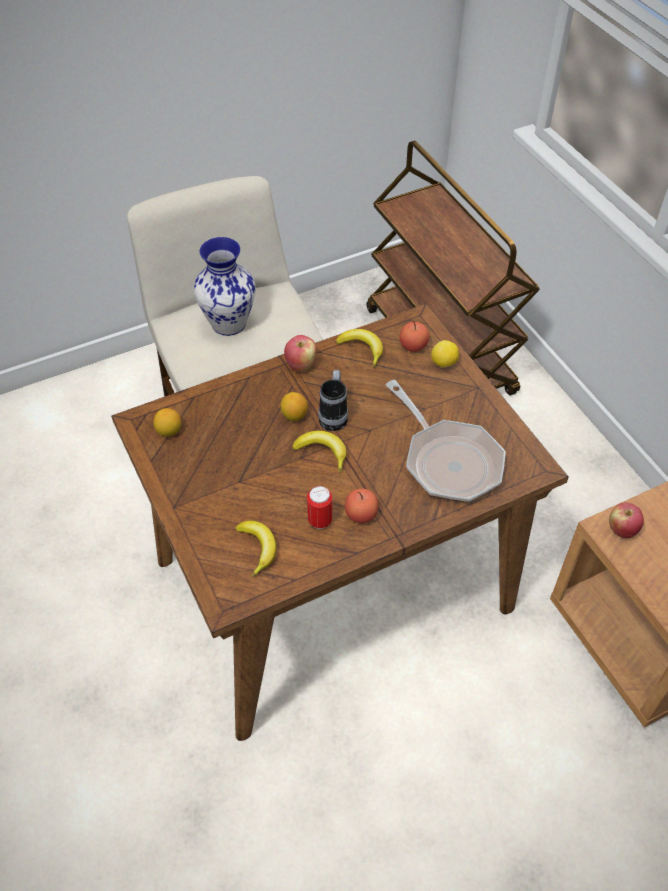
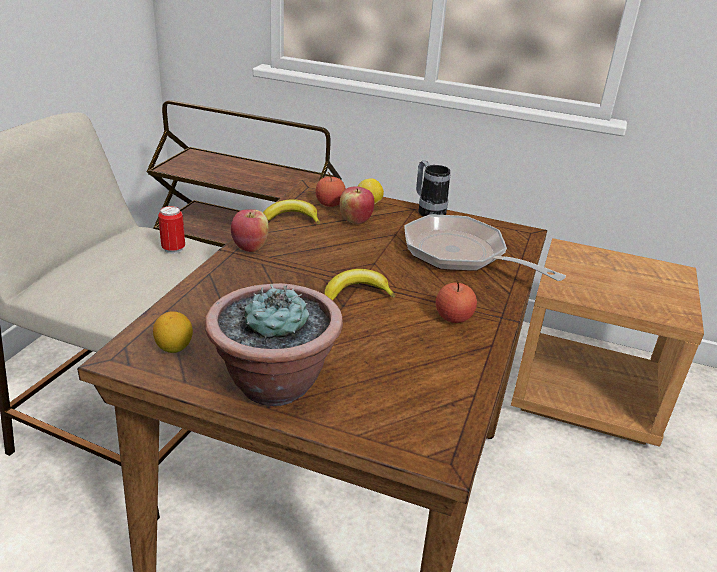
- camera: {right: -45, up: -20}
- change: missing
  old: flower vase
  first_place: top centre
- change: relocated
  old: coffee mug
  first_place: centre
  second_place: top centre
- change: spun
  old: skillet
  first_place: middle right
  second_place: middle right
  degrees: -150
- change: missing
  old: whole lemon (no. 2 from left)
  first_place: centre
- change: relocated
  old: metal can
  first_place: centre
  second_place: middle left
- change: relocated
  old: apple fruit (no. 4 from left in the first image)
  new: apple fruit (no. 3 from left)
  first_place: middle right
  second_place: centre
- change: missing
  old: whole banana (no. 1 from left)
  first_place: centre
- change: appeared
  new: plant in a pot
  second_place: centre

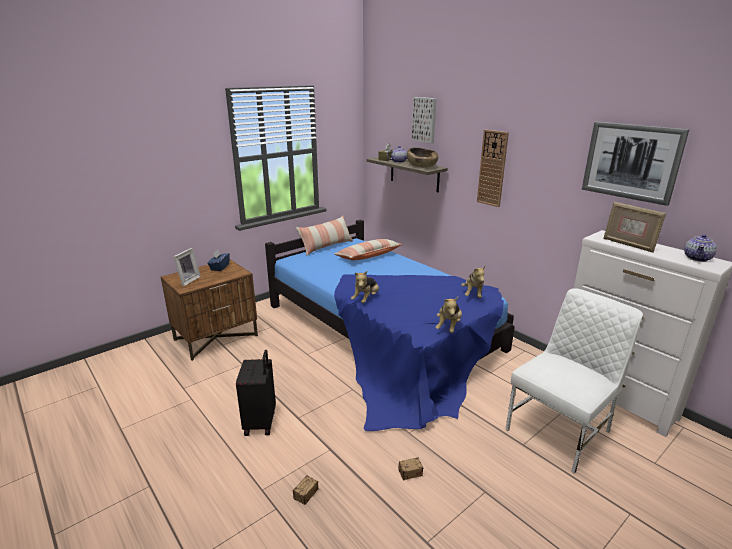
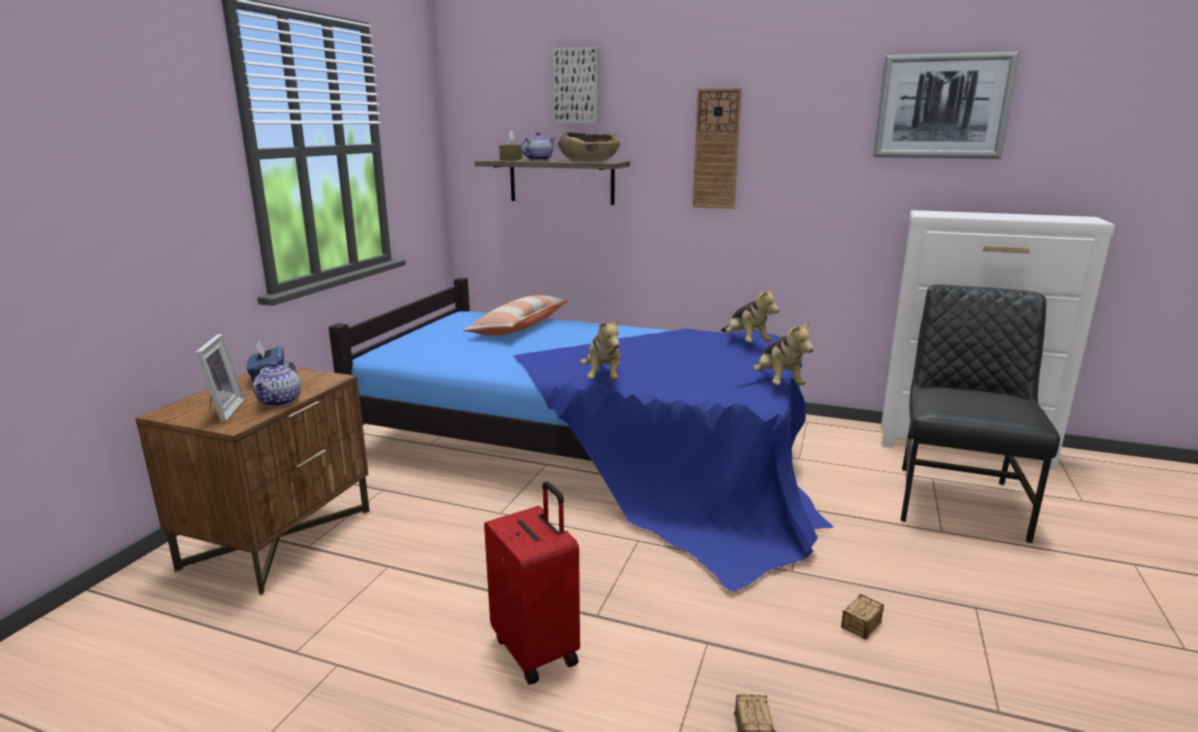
- camera: {right: -30, up: -5}
- change: missing
  old: standing frame (no. 2 from left)
  first_place: middle right
- change: missing
  old: cushion (no. 1 from left)
  first_place: centre
- change: relocated
  old: tea pot (no. 2 from left in the first image)
  new: tea pot (no. 1 from left)
  first_place: middle right
  second_place: middle left
- change: colour
  old: white plain chair
  new: black-coloured plain chair
  first_place: bottom right
  second_place: middle right
- change: colour
  old: black-coloured travel case
  new: red-coloured travel case
  first_place: bottom centre
  second_place: bottom centre

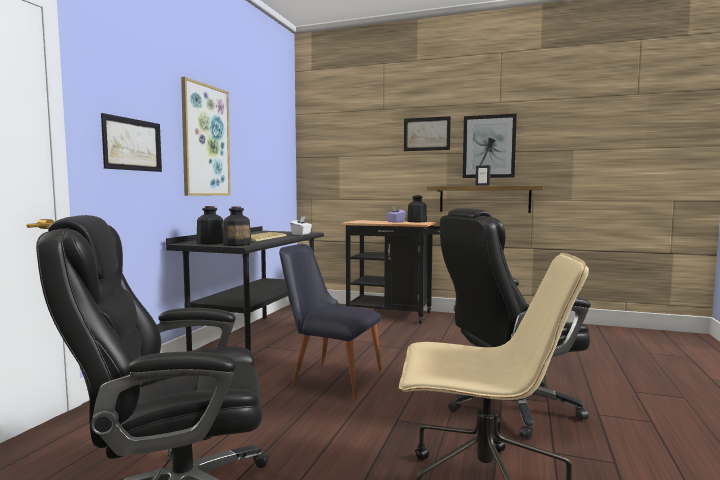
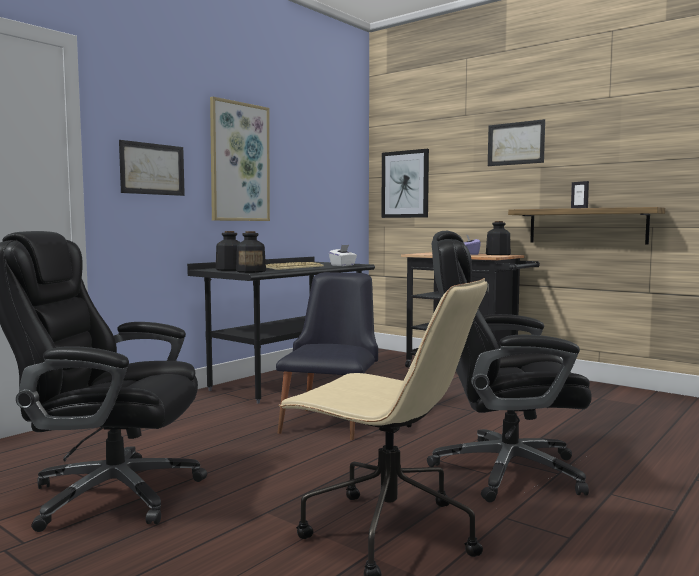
- camera: {right: 20, up: 0}
- change: relocated
  old: wall picture (no. 4 from left in the first image)
  new: wall picture (no. 3 from left)
  first_place: top right
  second_place: top centre
- change: spun
  old: black-coloured plain chair
  first_place: bottom centre
  second_place: centre
  degrees: 60

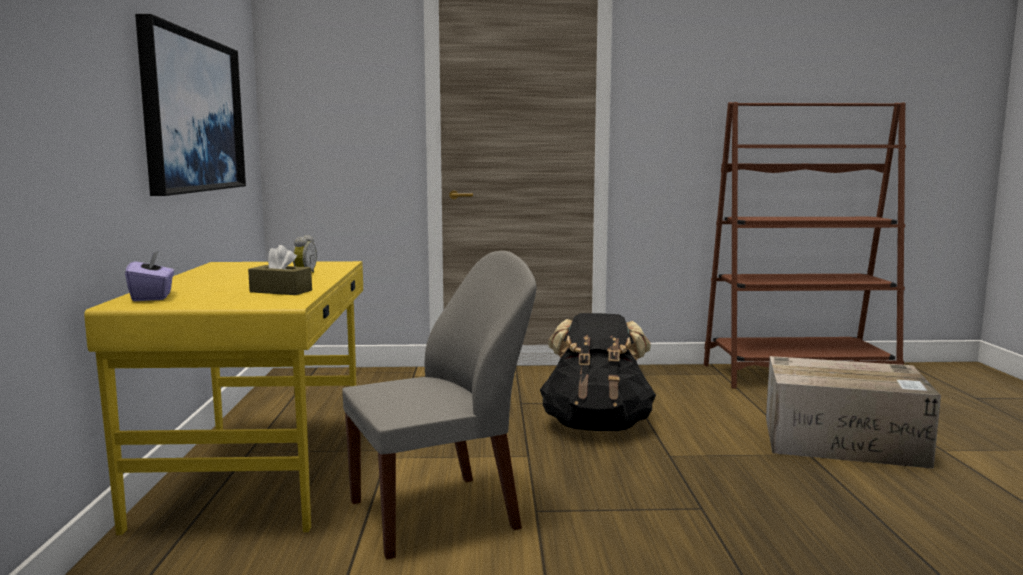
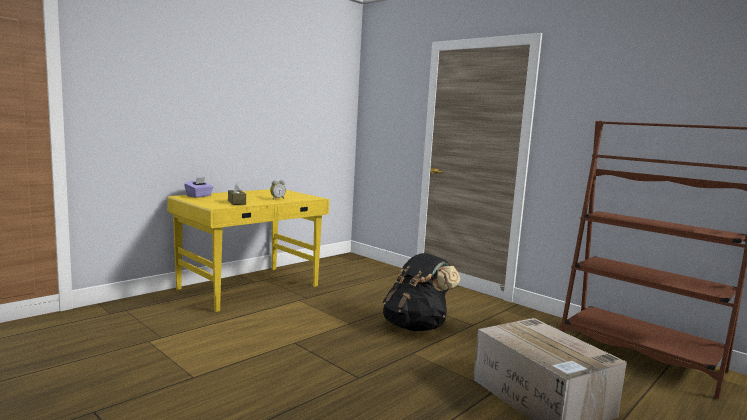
- camera: {right: 45, up: 0}
- change: missing
  old: wall picture
  first_place: top left
- change: missing
  old: greyish plain chair
  first_place: bottom centre

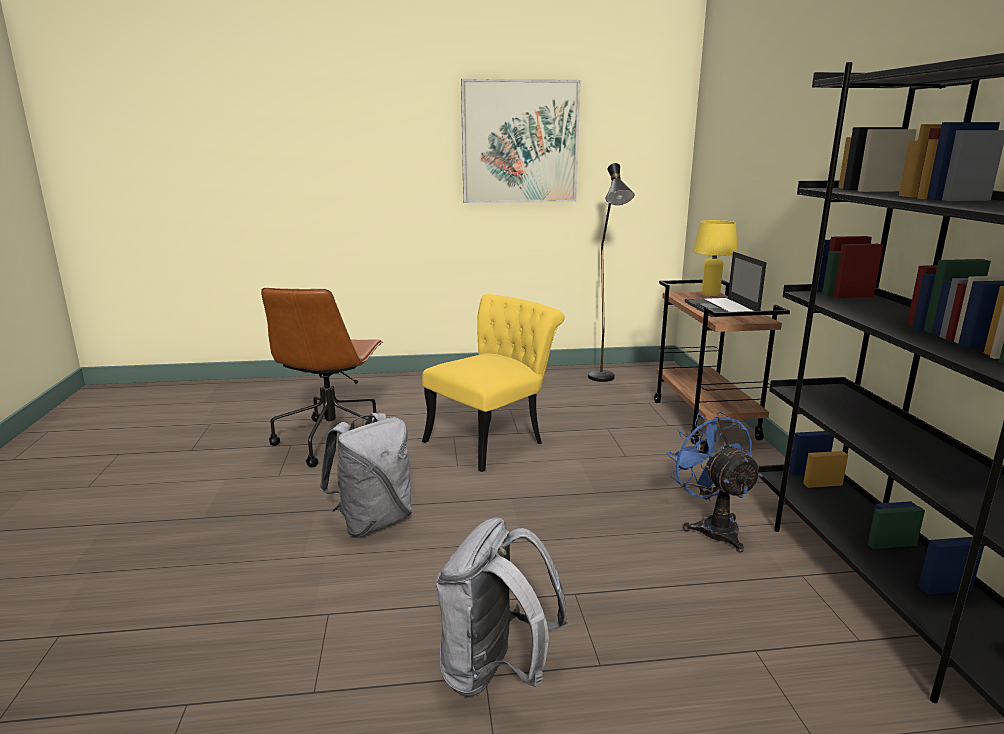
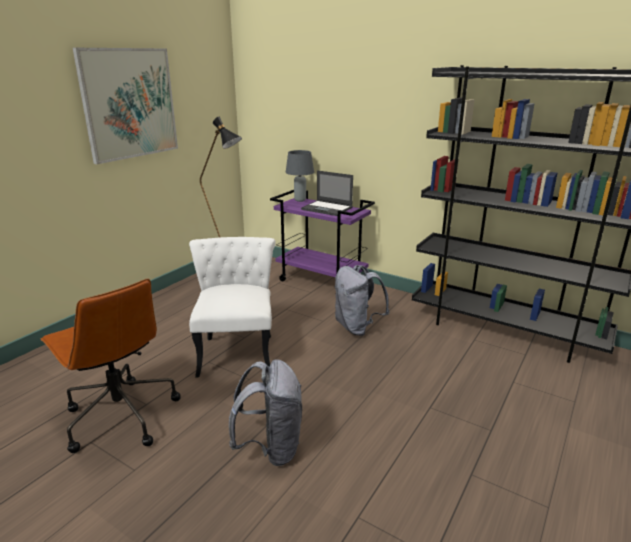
- camera: {right: -50, up: 5}
- change: colour
  old: yellow-coloured table lamp
  new: greyish table lamp
  first_place: middle right
  second_place: top centre
- change: colour
  old: brown-coloured trolley
  new: purple trolley
  first_place: middle right
  second_place: centre
- change: colour
  old: yellow-coloured plain chair
  new: white plain chair
  first_place: centre
  second_place: centre
- change: missing
  old: bluish electric fan
  first_place: middle right
- change: relocated
  old: greyish backpack (no. 2 from left)
  first_place: bottom centre
  second_place: centre

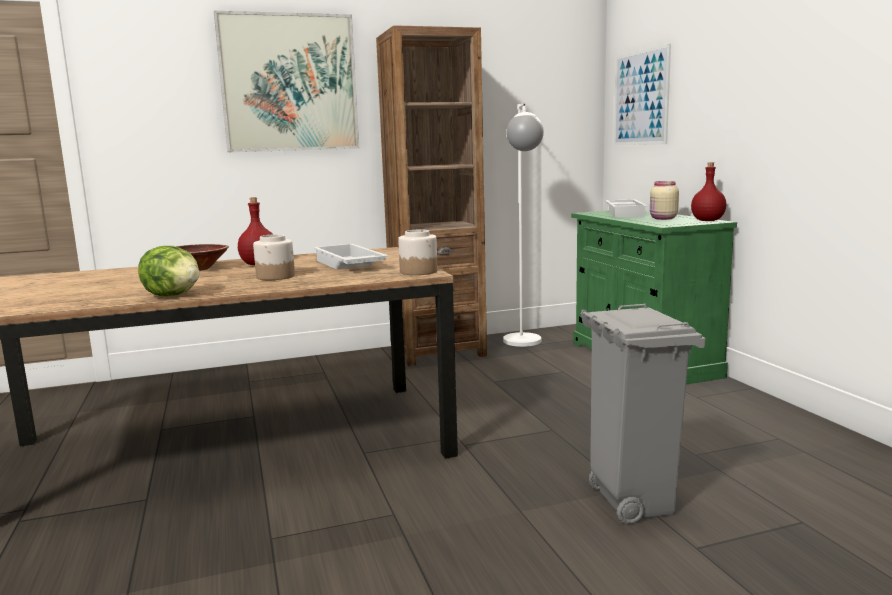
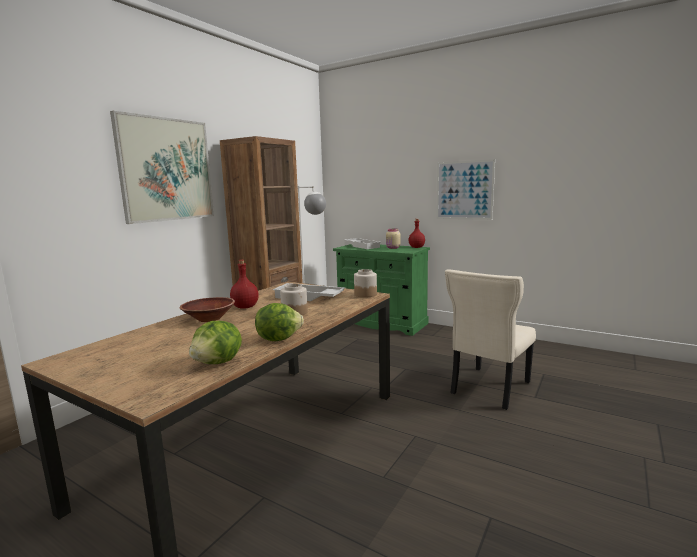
- camera: {right: -40, up: 0}
- change: relocated
  old: wall picture (no. 2 from left)
  first_place: top right
  second_place: middle right
- change: exchanged
  old: greyish waste bin
  new: sand-coloured plain chair
  first_place: bottom right
  second_place: middle right
- change: appeared
  new: lettuce head (no. 1 from left)
  second_place: middle left

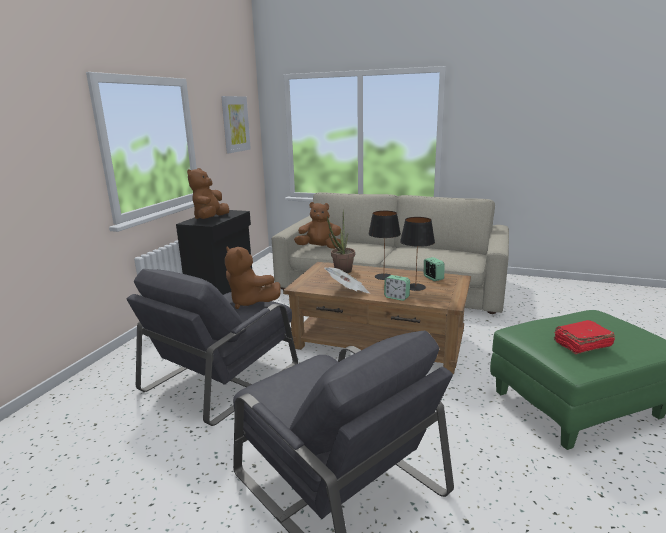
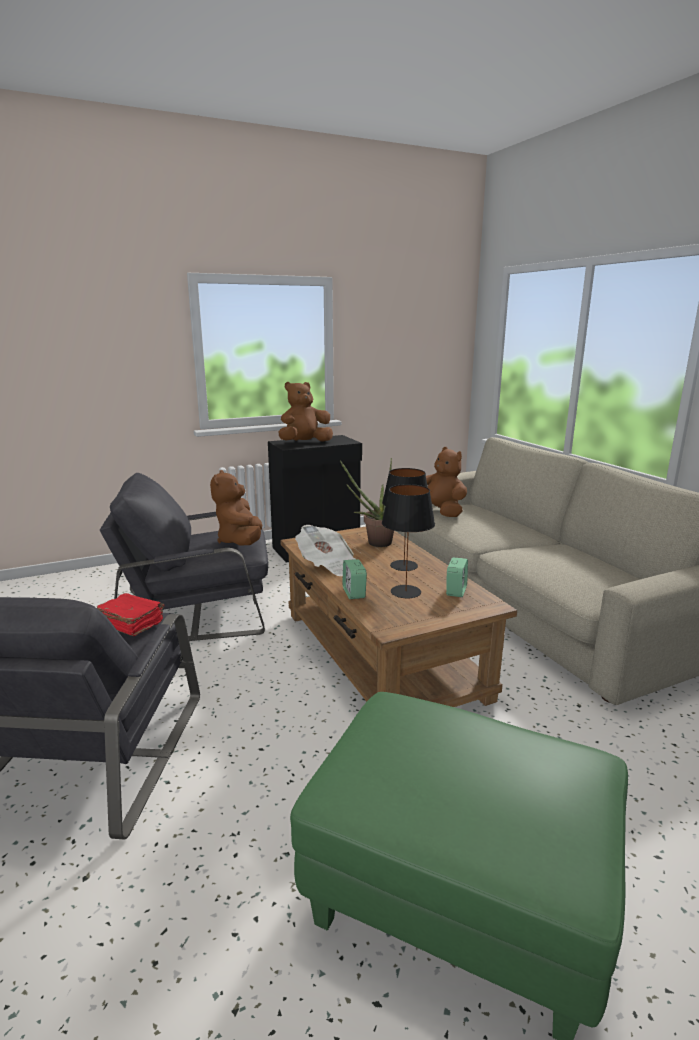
- camera: {right: 45, up: 0}
- change: missing
  old: wall picture
  first_place: top centre
- change: relocated
  old: red-coloured bound book
  first_place: middle right
  second_place: middle left

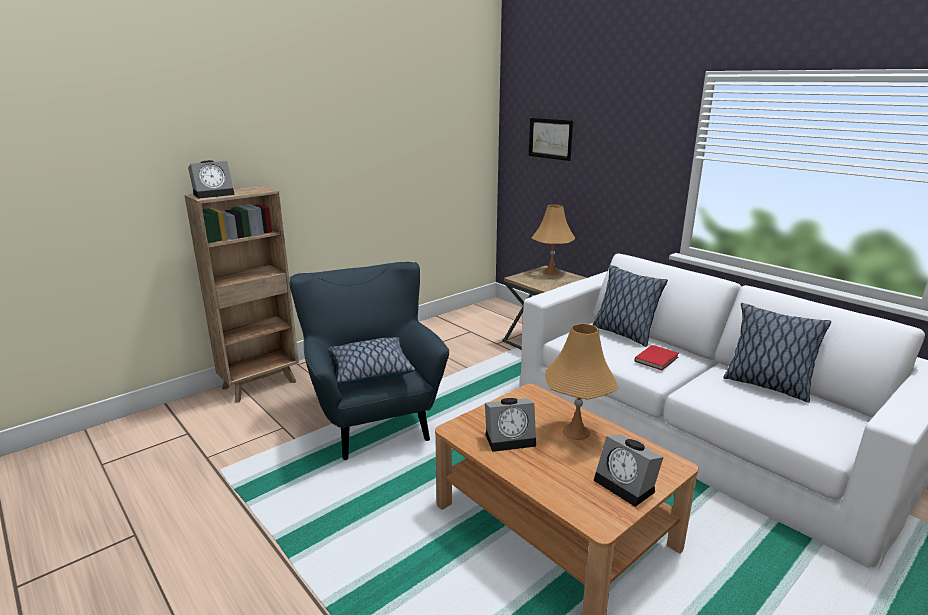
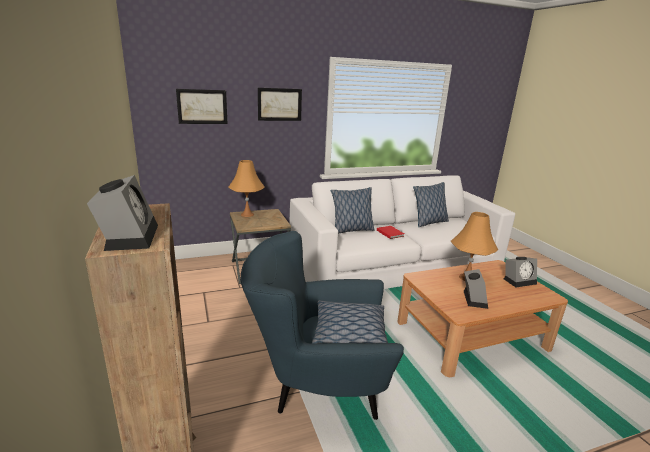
- camera: {right: -70, up: 0}
- change: appeared
  new: wall picture (no. 2 from left)
  second_place: top centre

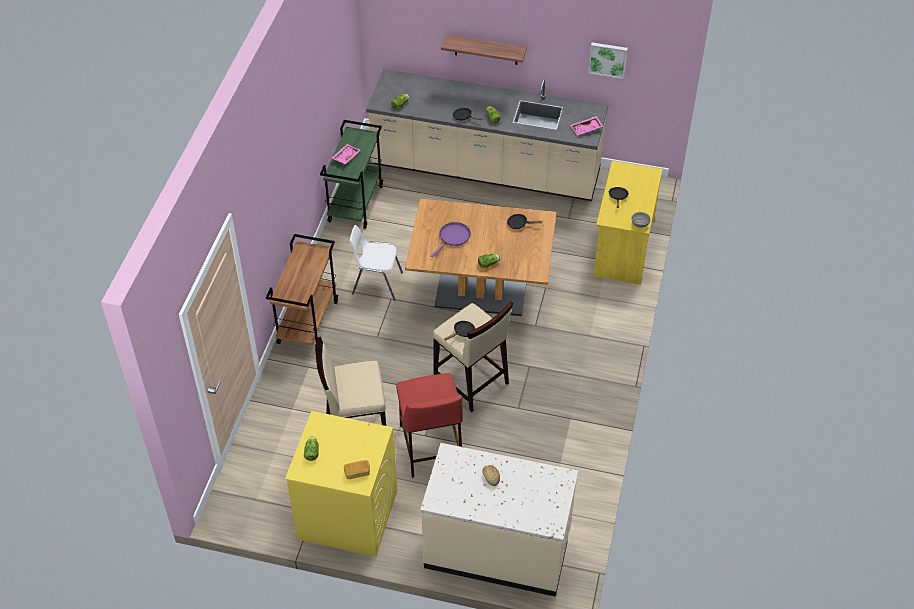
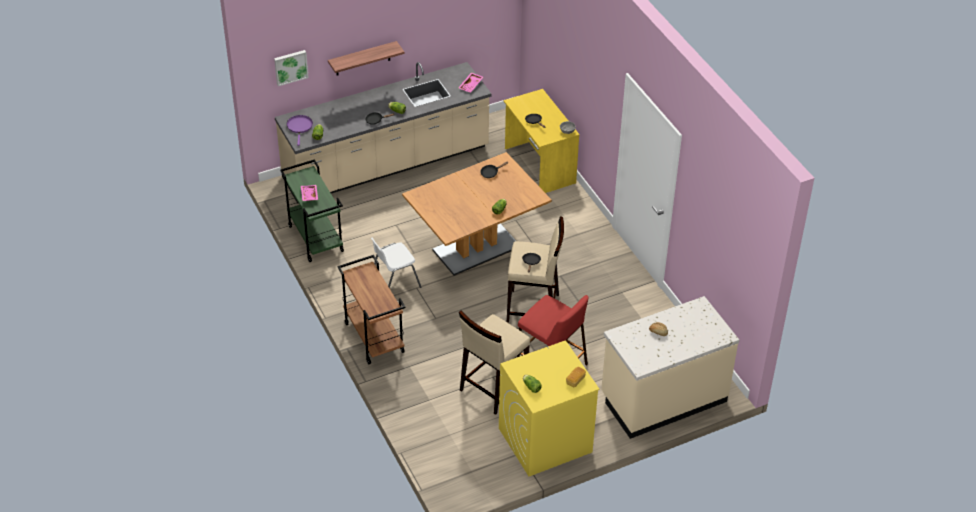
- camera: {right: -40, up: -5}
- change: relocated
  old: wall picture
  first_place: top centre
  second_place: top left
- change: relocated
  old: purple skillet
  first_place: centre
  second_place: top left

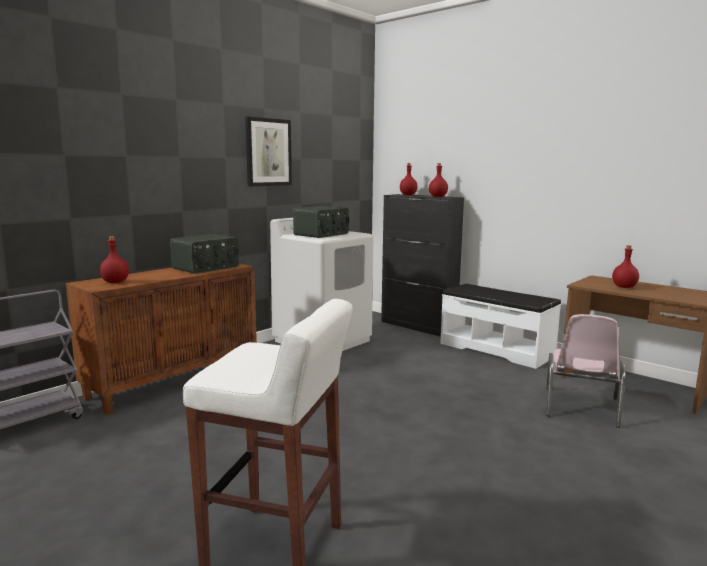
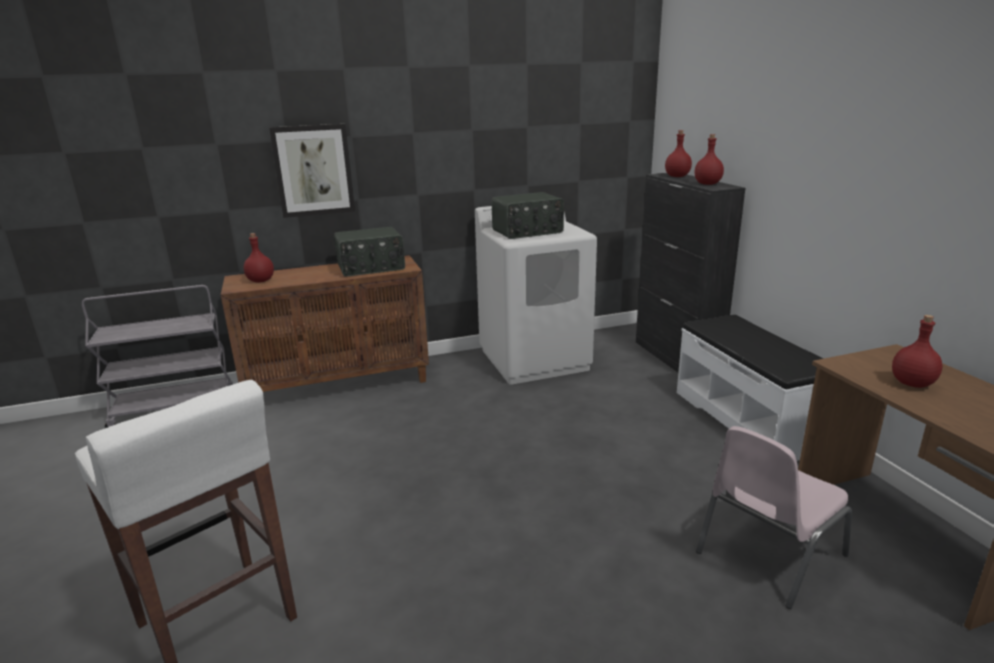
- camera: {right: 30, up: 10}
- change: relocated
  old: wall picture
  first_place: top centre
  second_place: top left

